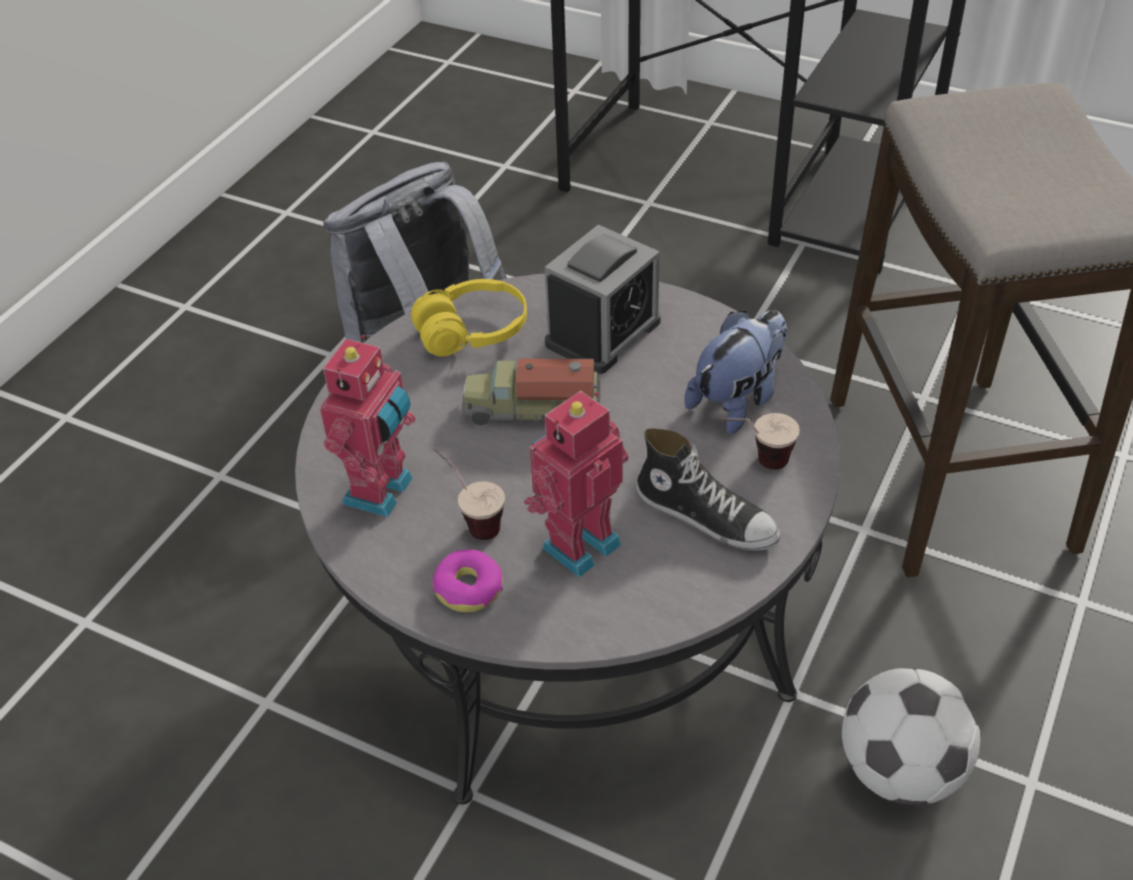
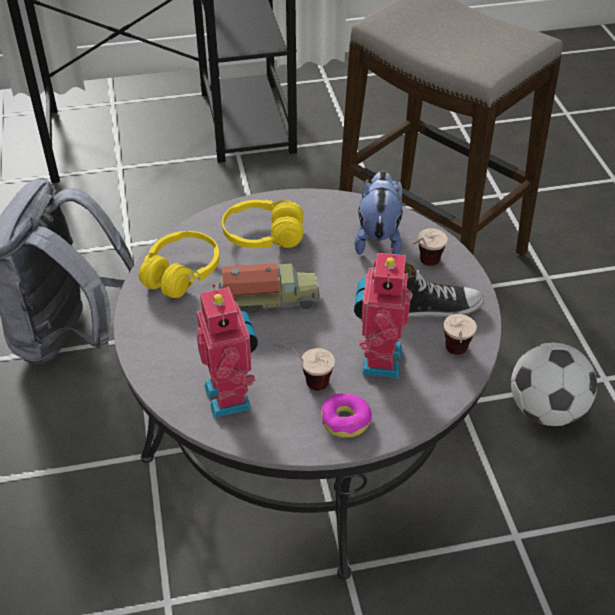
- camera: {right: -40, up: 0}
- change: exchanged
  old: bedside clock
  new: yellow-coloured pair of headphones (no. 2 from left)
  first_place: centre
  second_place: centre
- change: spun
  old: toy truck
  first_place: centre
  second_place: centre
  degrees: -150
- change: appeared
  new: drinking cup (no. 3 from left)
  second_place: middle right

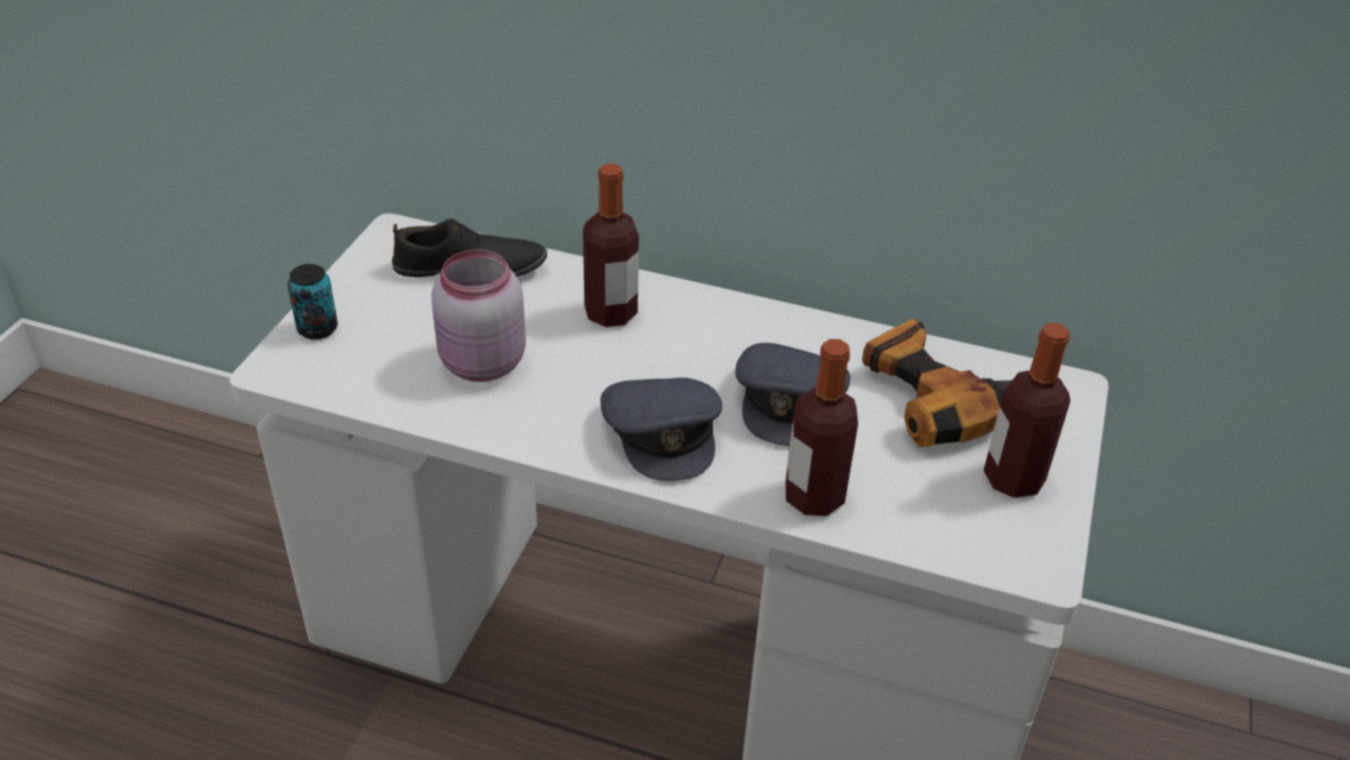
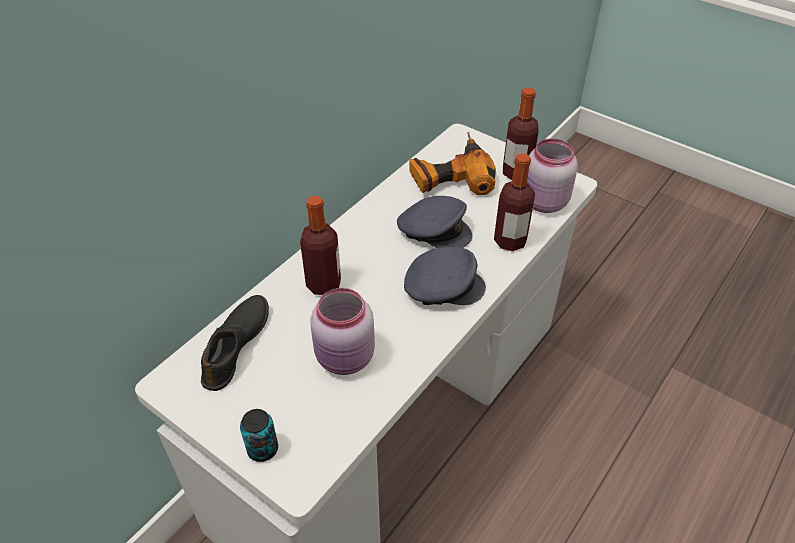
- camera: {right: -70, up: 5}
- change: appeared
  new: pink-coloured jar (no. 2 from left)
  second_place: top right

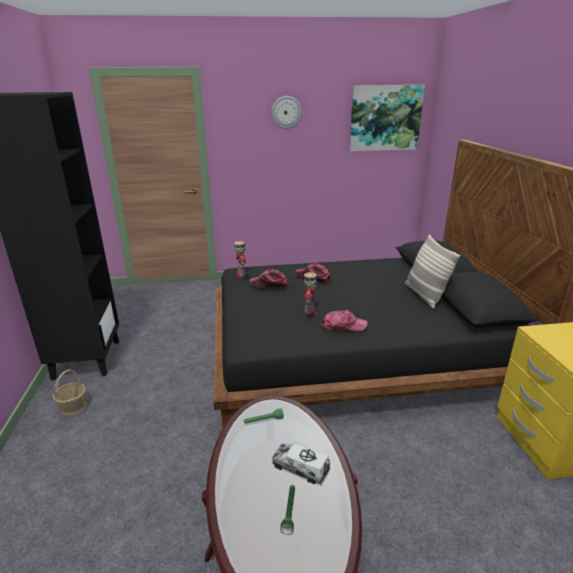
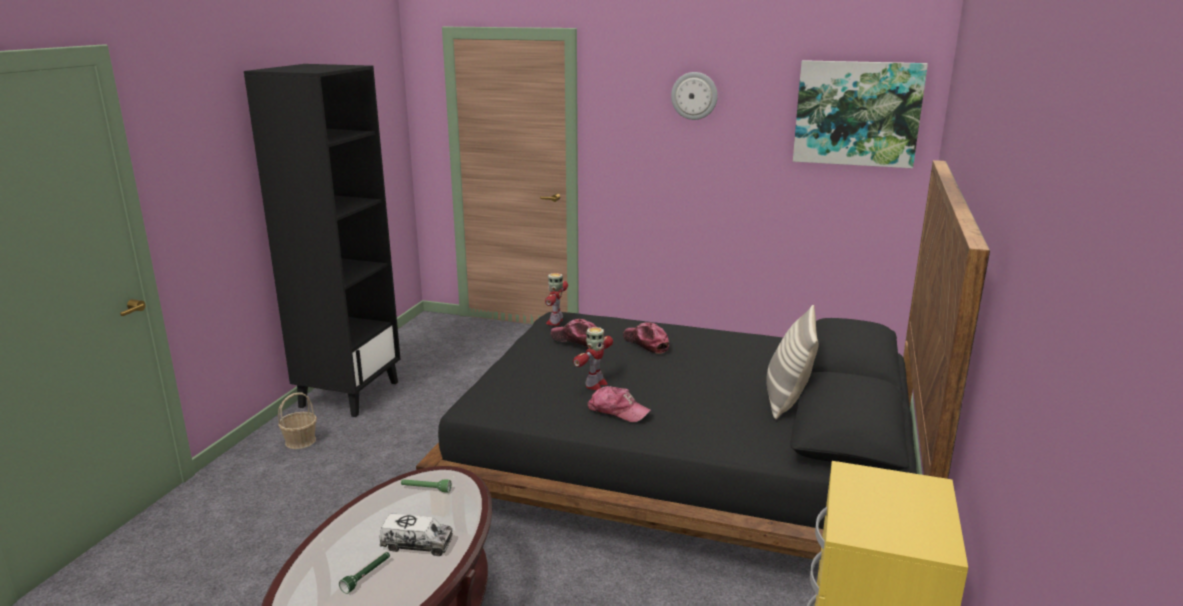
- camera: {right: 25, up: -5}
- change: spun
  old: toy truck
  first_place: bottom centre
  second_place: bottom centre
  degrees: 135

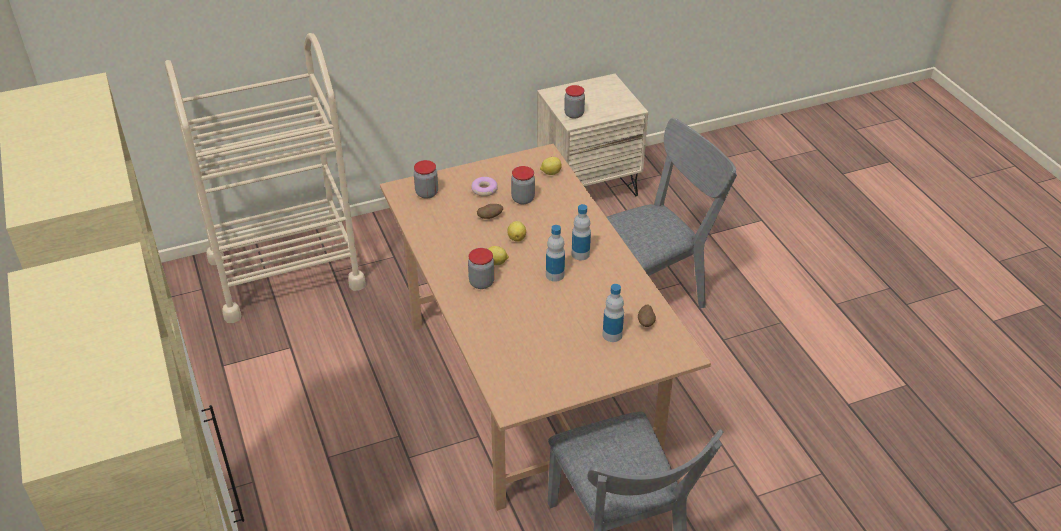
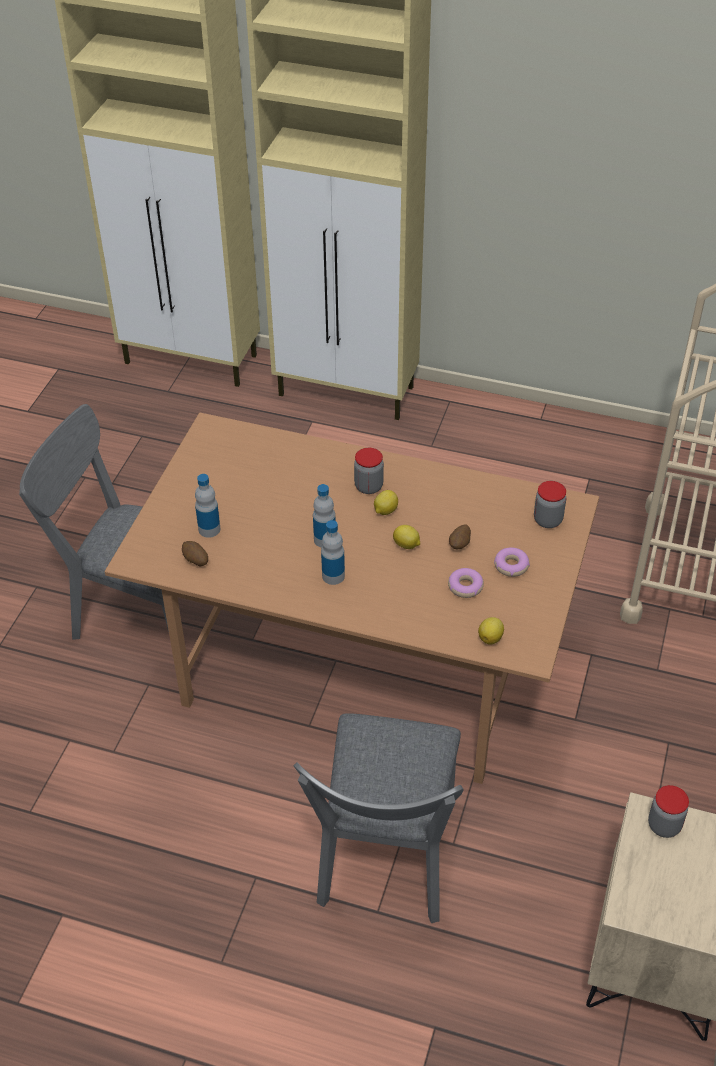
- camera: {right: 130, up: 5}
- change: exchanged
  old: jar (no. 3 from left)
  new: ring doughnut (no. 1 from left)
  first_place: centre
  second_place: centre

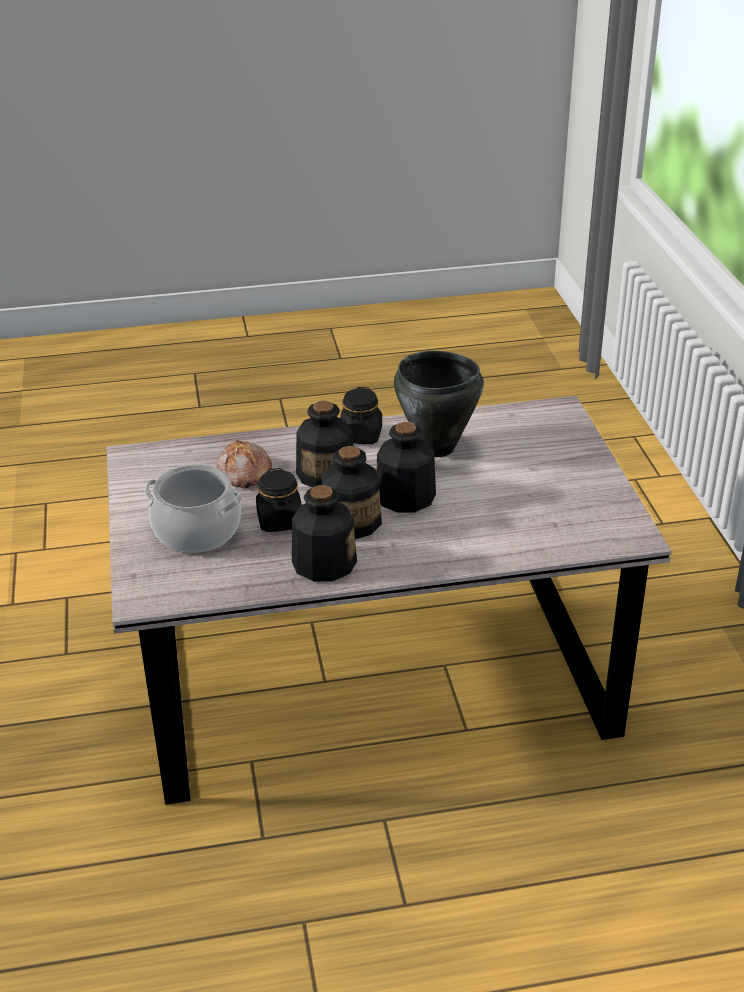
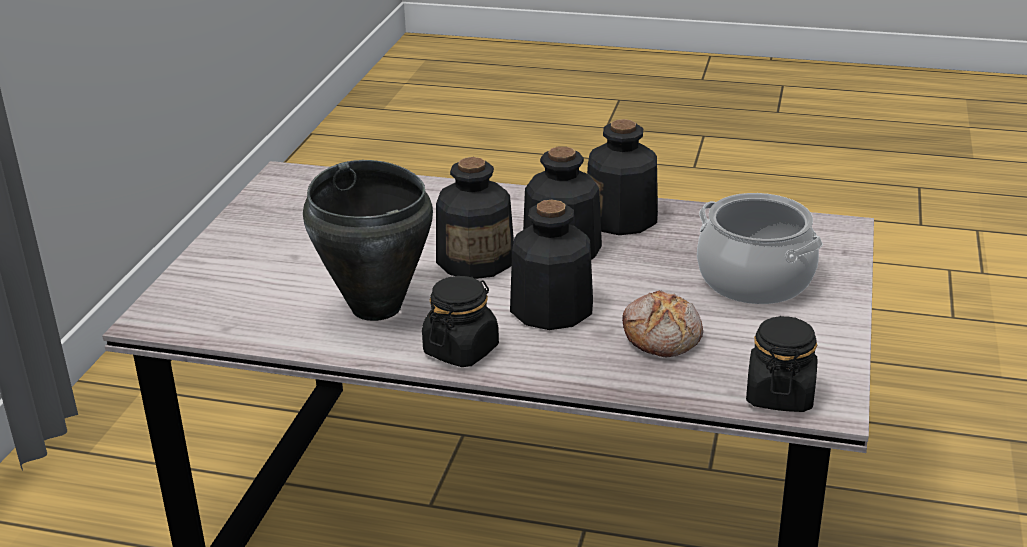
- camera: {right: -155, up: -5}
- change: relocated
  old: black-coloured jar (no. 1 from left in the first image)
  new: black-coloured jar (no. 2 from left)
  first_place: centre
  second_place: middle right

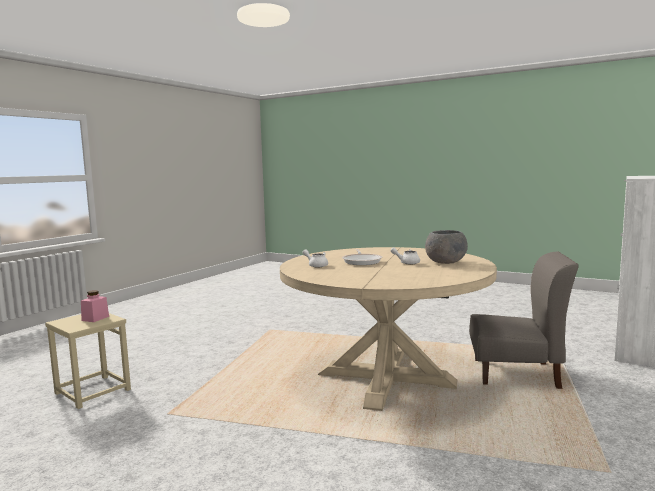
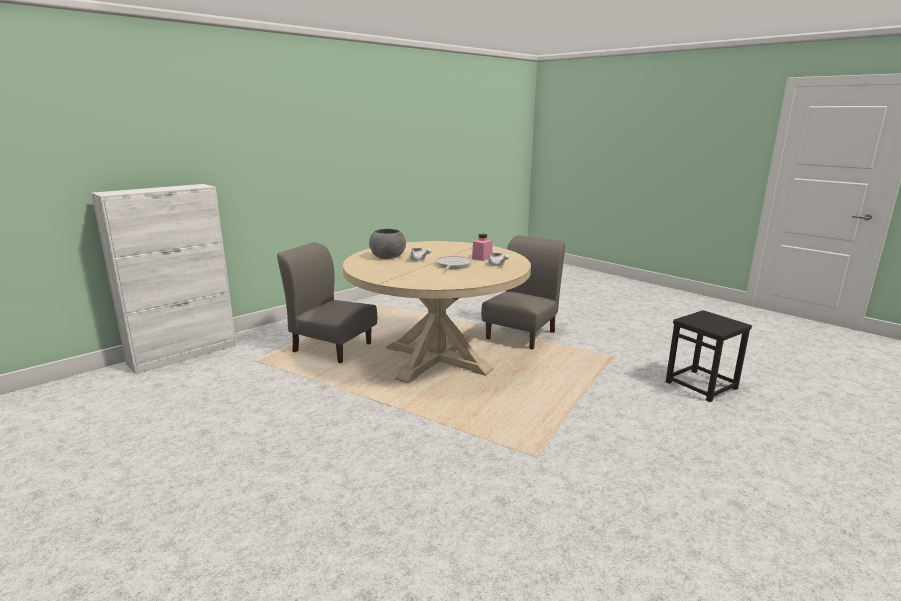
- camera: {right: -165, up: 10}
- change: relocated
  old: pink-coloured jar
  first_place: middle left
  second_place: centre
- change: colour
  old: sand-coloured stool seat
  new: black-coloured stool seat
  first_place: bottom left
  second_place: middle right
- change: appeared
  new: greyish plain chair (no. 2 from left)
  second_place: centre

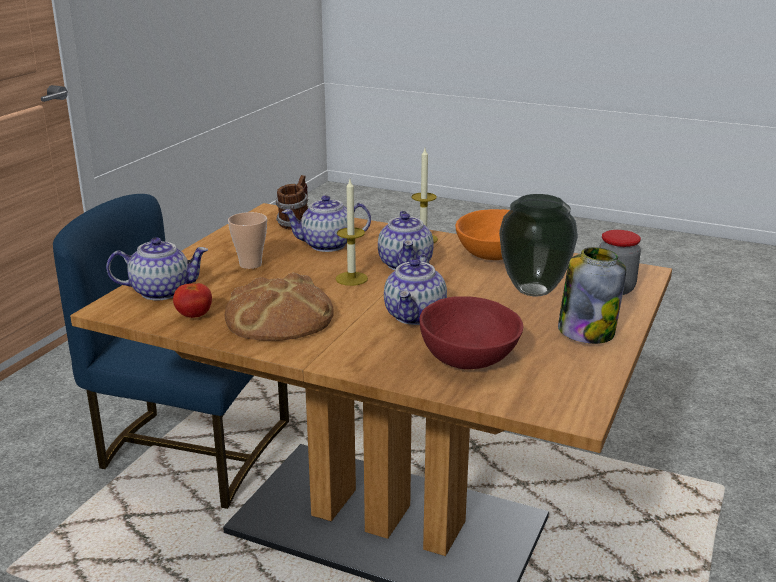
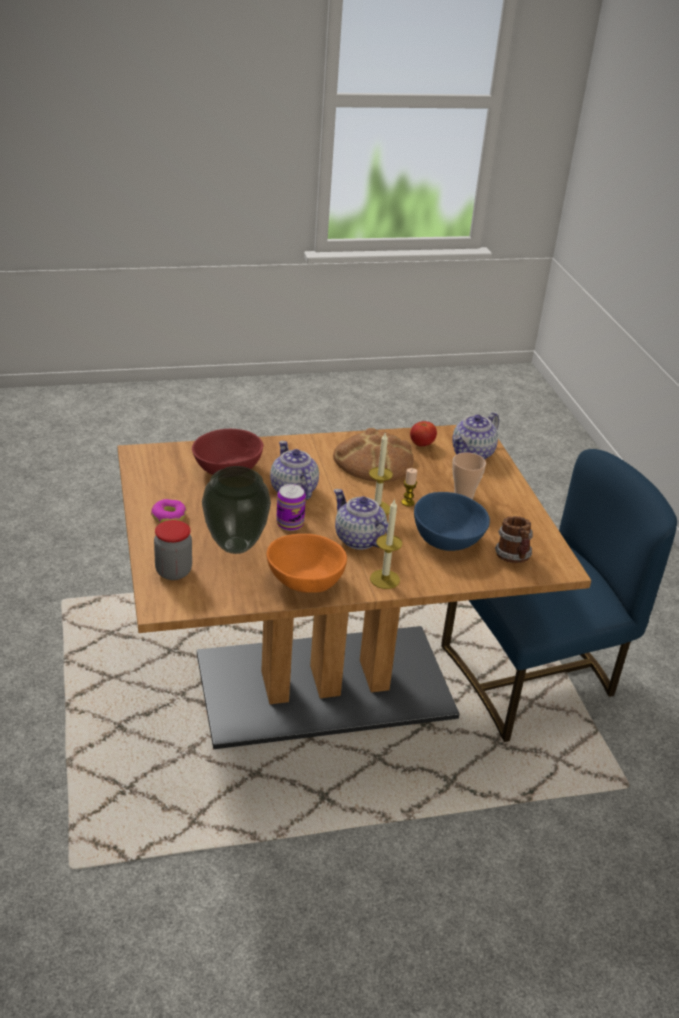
- camera: {right: 140, up: 10}
- change: exchanged
  old: tea pot (no. 2 from left)
  new: bluish deep dish
  first_place: centre
  second_place: centre
- change: exchanged
  old: jar (no. 1 from left)
  new: ring doughnut
  first_place: middle right
  second_place: middle left
- change: appeared
  new: wax candle (no. 3 from left)
  second_place: centre
- change: appeared
  new: metal can
  second_place: centre

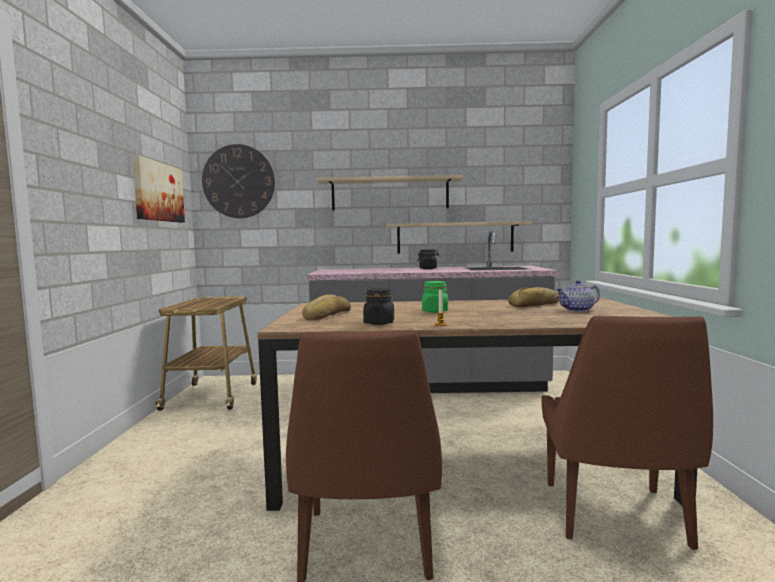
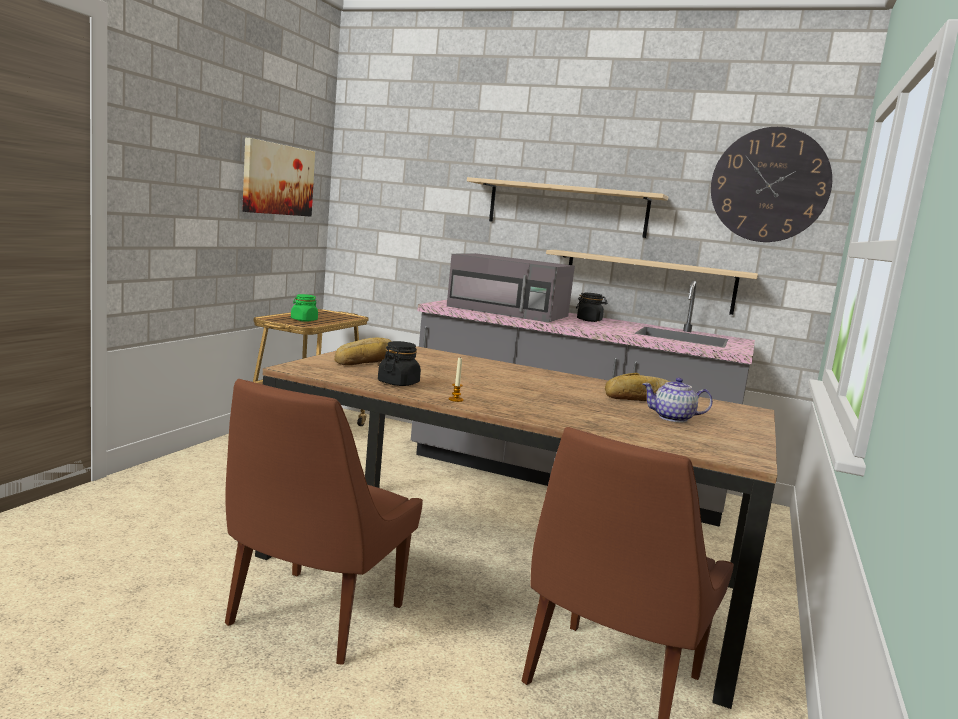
- camera: {right: 20, up: 5}
- change: relocated
  old: clock on the wall
  first_place: top left
  second_place: top right
- change: relocated
  old: green jar
  first_place: centre
  second_place: middle left
- change: appeared
  new: greyish microwave oven
  second_place: centre

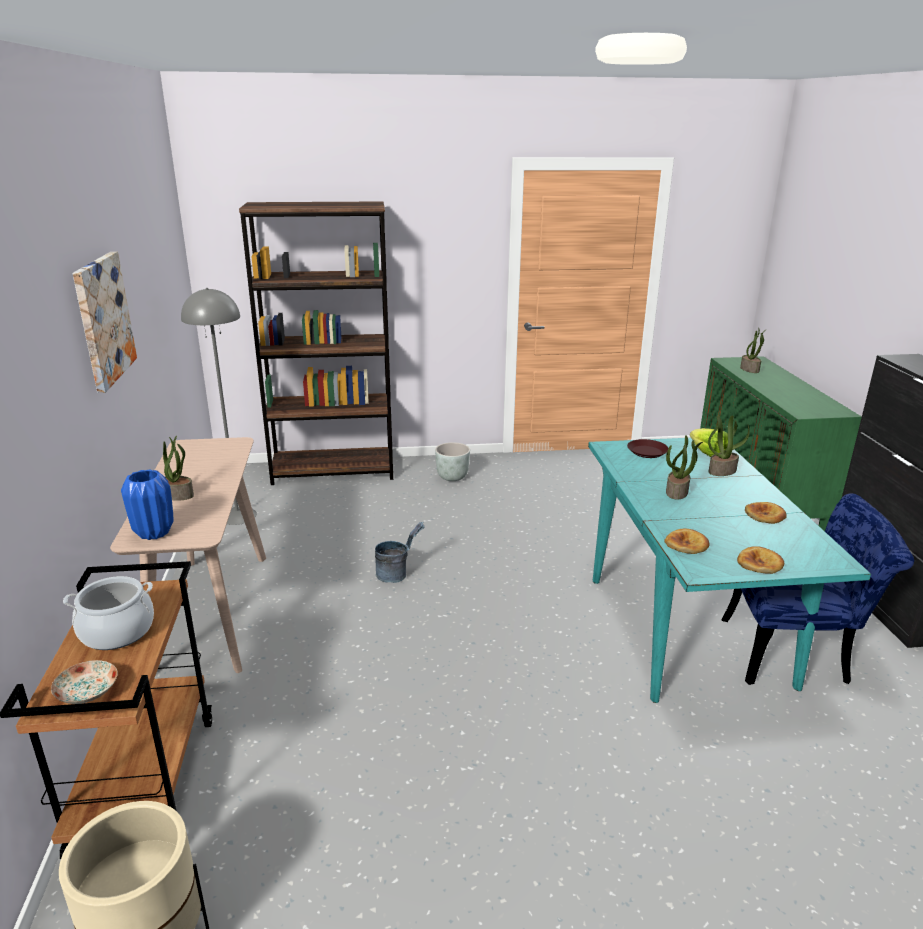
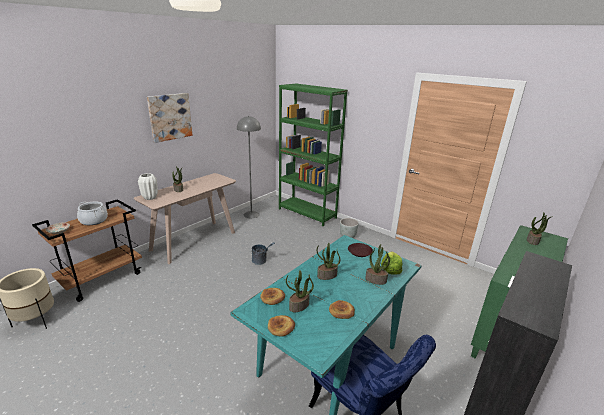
- camera: {right: 45, up: 0}
- change: colour
  old: brown-coloured shelving unit
  new: green shelving unit
  first_place: centre
  second_place: centre
- change: colour
  old: bluish flower vase
  new: white flower vase
  first_place: middle left
  second_place: middle left
- change: appeared
  new: plant in a pot (no. 2 from left)
  second_place: bottom centre

